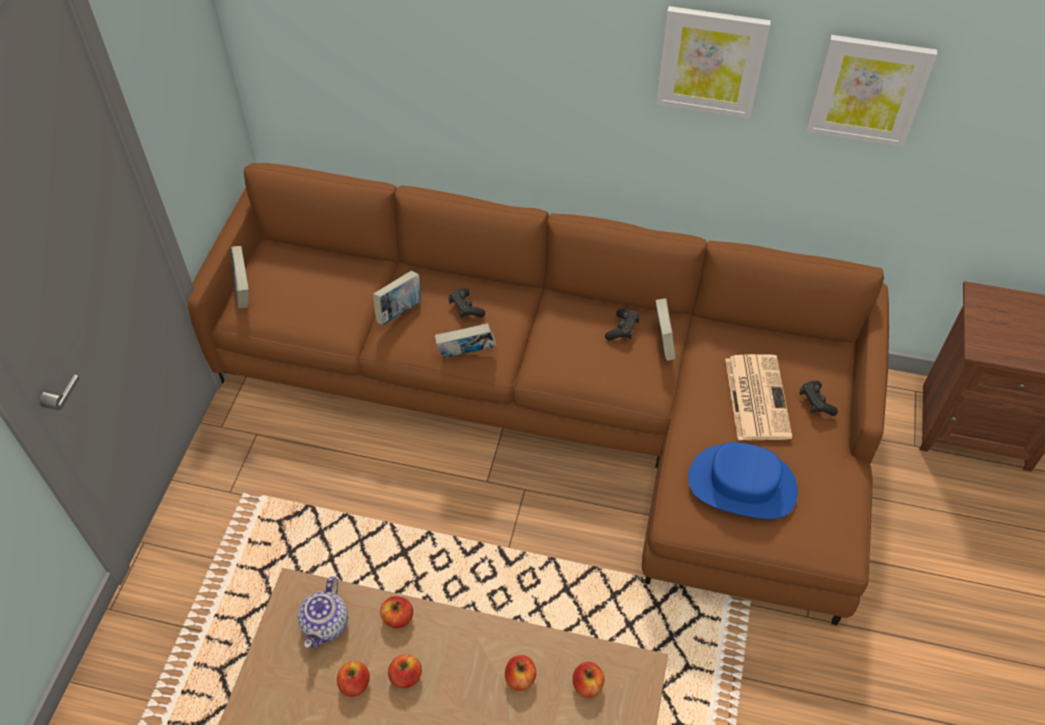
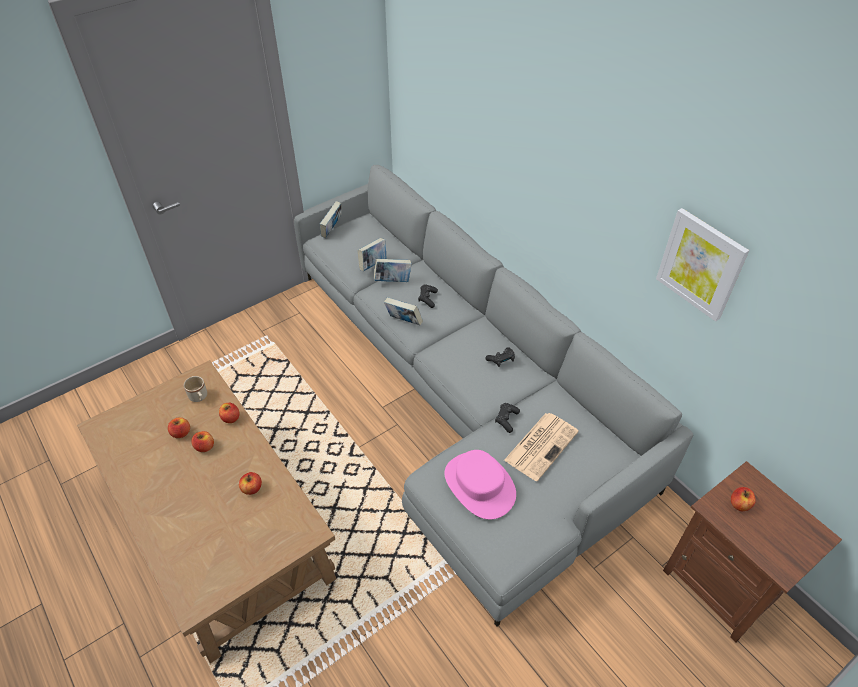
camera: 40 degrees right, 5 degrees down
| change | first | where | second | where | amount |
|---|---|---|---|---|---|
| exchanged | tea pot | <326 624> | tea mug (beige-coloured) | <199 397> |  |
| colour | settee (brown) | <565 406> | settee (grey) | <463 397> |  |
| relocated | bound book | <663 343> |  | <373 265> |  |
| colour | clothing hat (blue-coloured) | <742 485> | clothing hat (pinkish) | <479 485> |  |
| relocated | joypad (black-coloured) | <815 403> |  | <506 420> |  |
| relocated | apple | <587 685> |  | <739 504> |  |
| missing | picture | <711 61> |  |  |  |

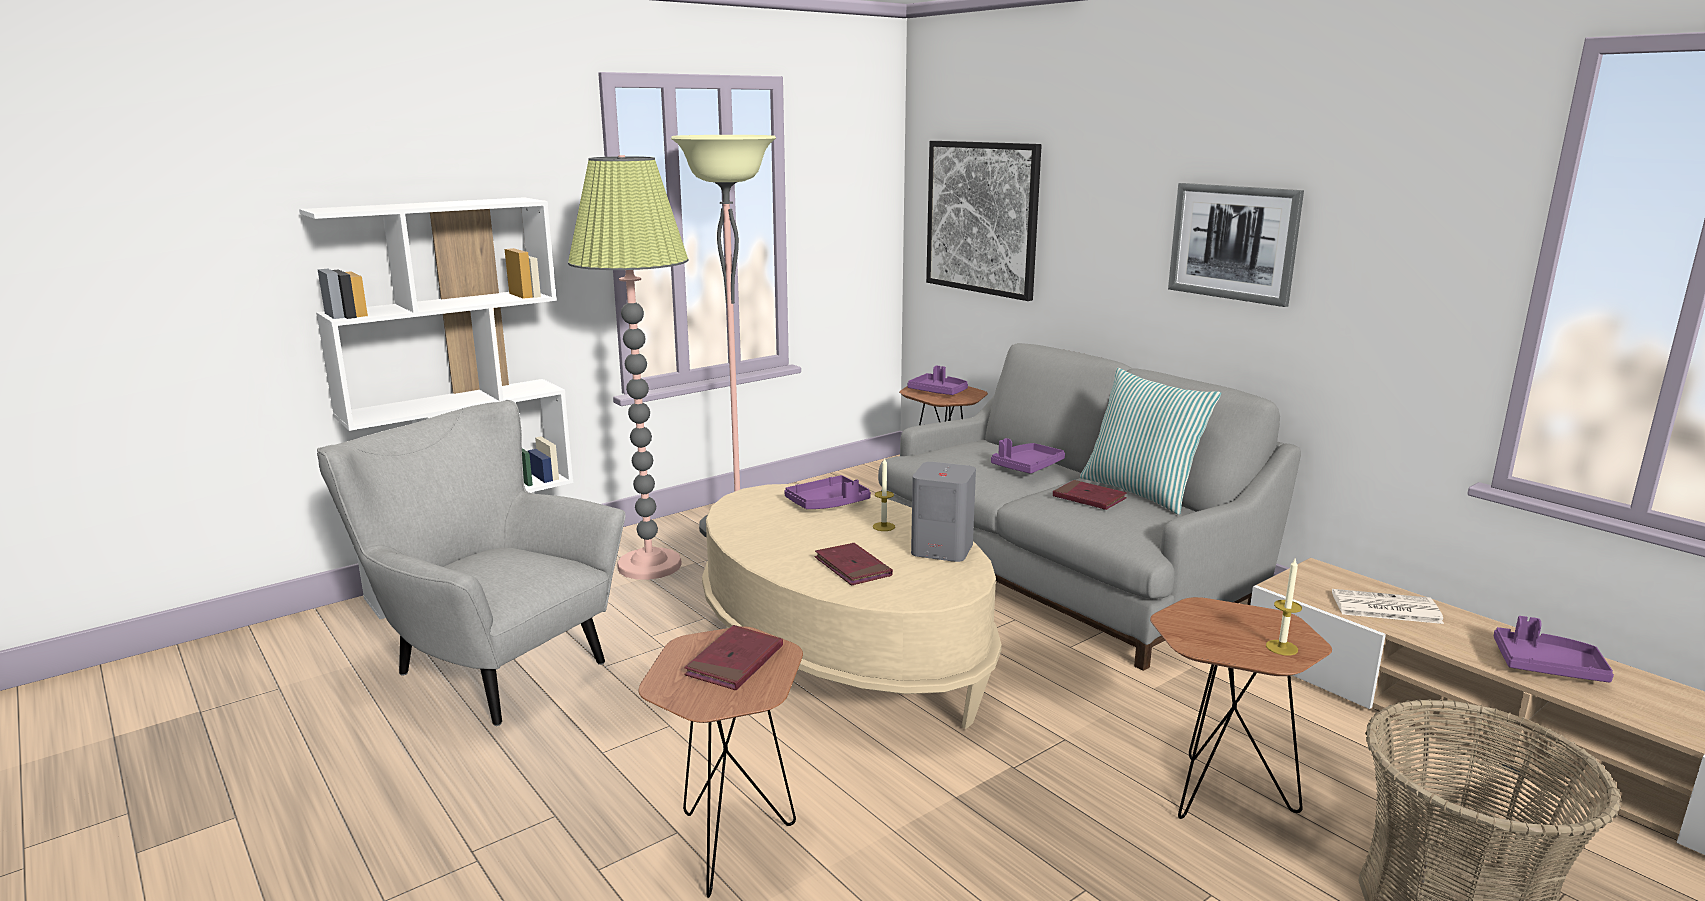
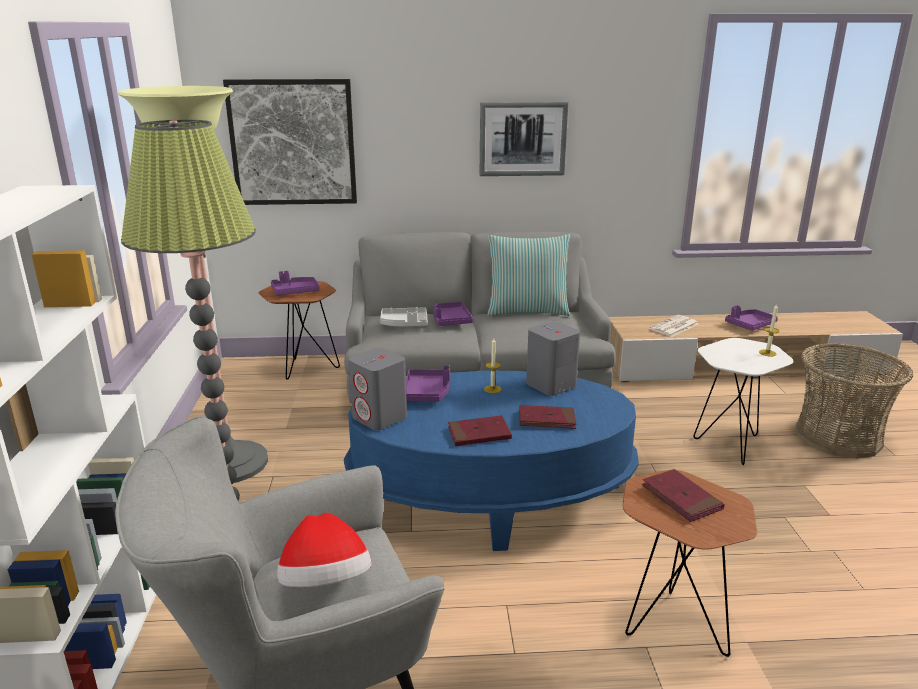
camera: 55 degrees left, 5 degrees up
| change | first | where | second | where | amount |
|---|---|---|---|---|---|
| appeared |  |  | clothing hat | <326 585> |  |
| colour | coffee table (beige-coloured) | <842 658> | coffee table (blue-coloured) | <491 497> |  |
| appeared |  |  | audio speaker (grey) | <380 418> |  |
| appeared |  |  | serving tray (grey) | <404 324> |  |
| relocated | bound book (red) | <1089 498> |  | <479 434> |  |
| colour | end table (brown) | <1216 794> | end table (white) | <729 446> |  |

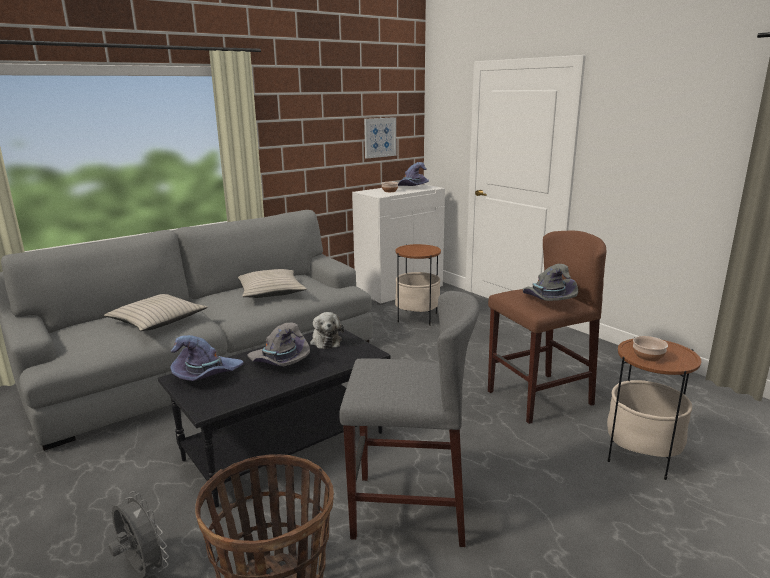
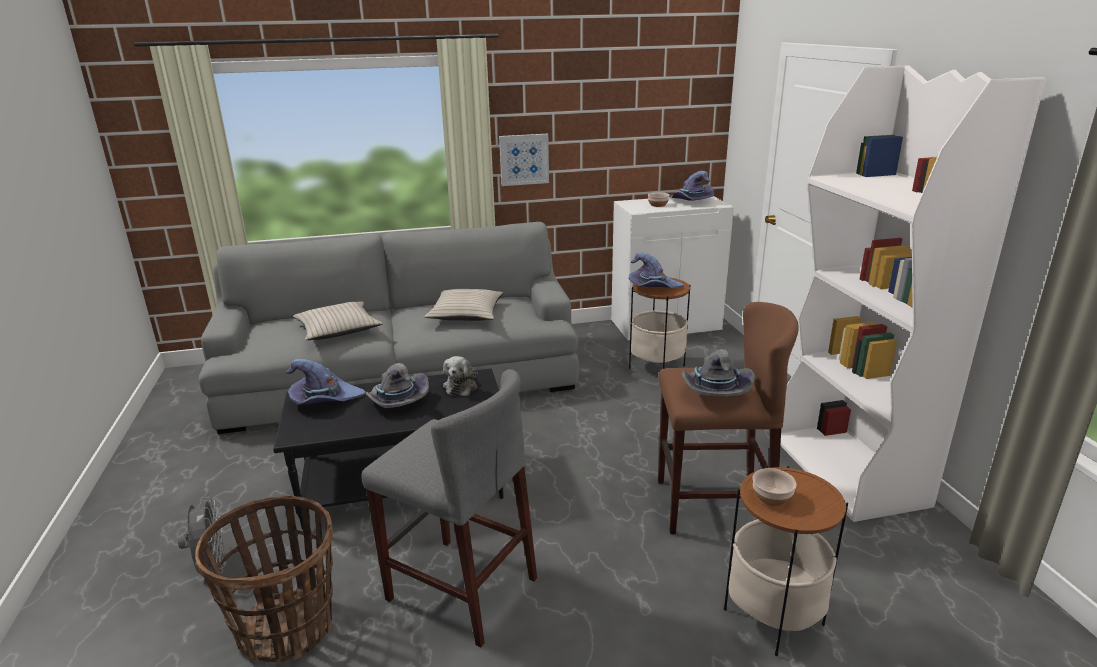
camera: 25 degrees right, 5 degrees up
| change | first | where | second | where | amount |
|---|---|---|---|---|---|
| relocated | picture | <379 137> |  | <524 159> |  |
| appeared |  |  | clothing hat (purple) | <653 287> |  |
| appeared |  |  | bookshelf (white) | <848 471> |  |

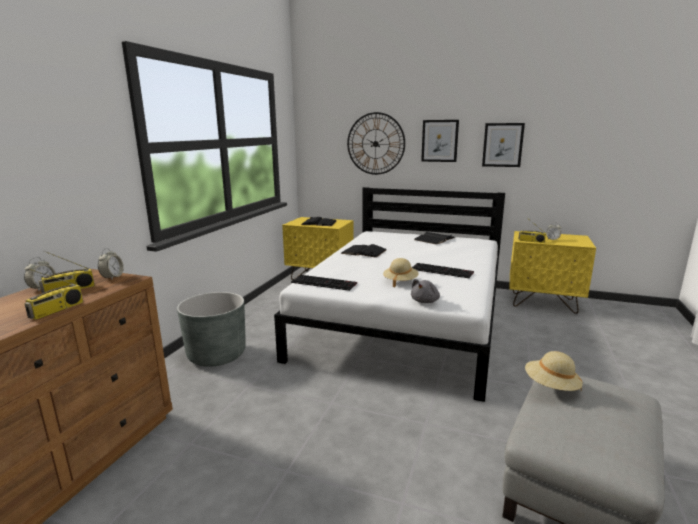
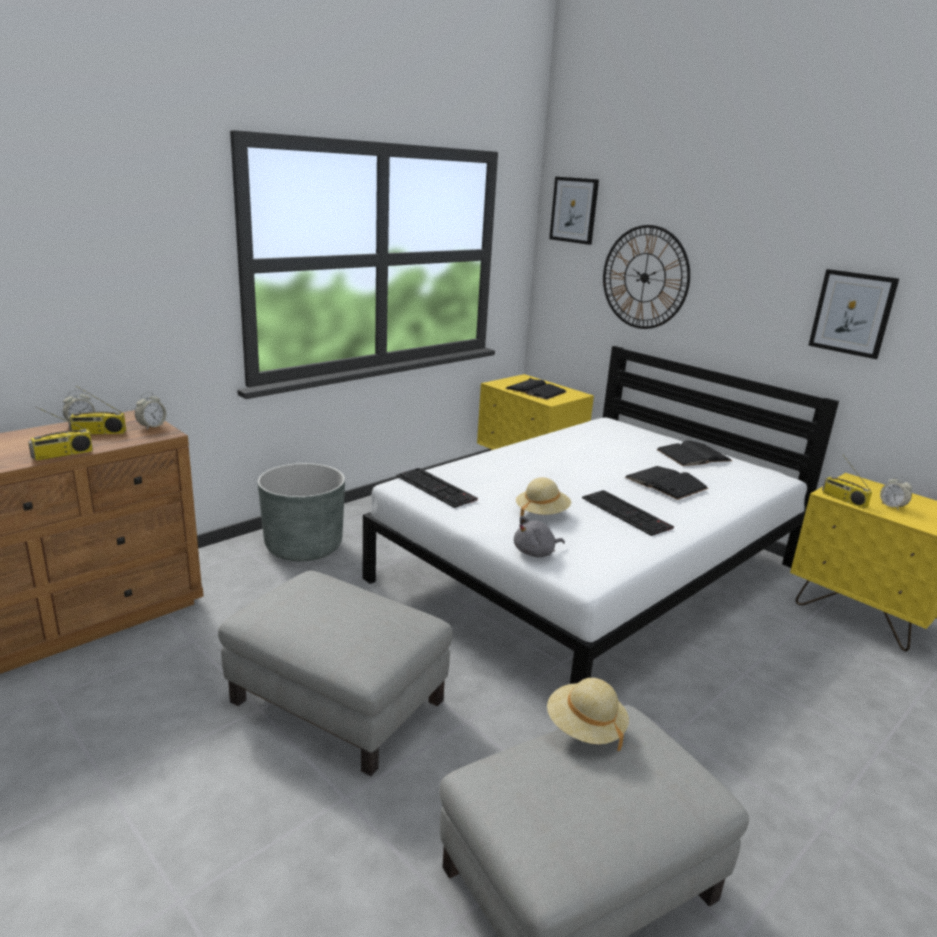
camera: 25 degrees right, 5 degrees up
| change | first | where | second | where | amount |
|---|---|---|---|---|---|
| appeared |  |  | footrest (grey) | <337 701> |  |
| relocated | picture | <439 141> |  | <574 210> |  |
| relocated | bound book (black-coloured) | <364 251> |  | <665 483> |  |

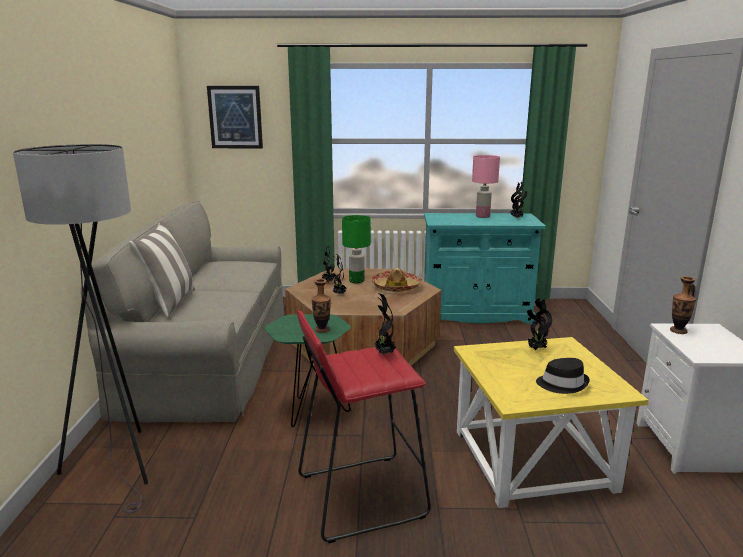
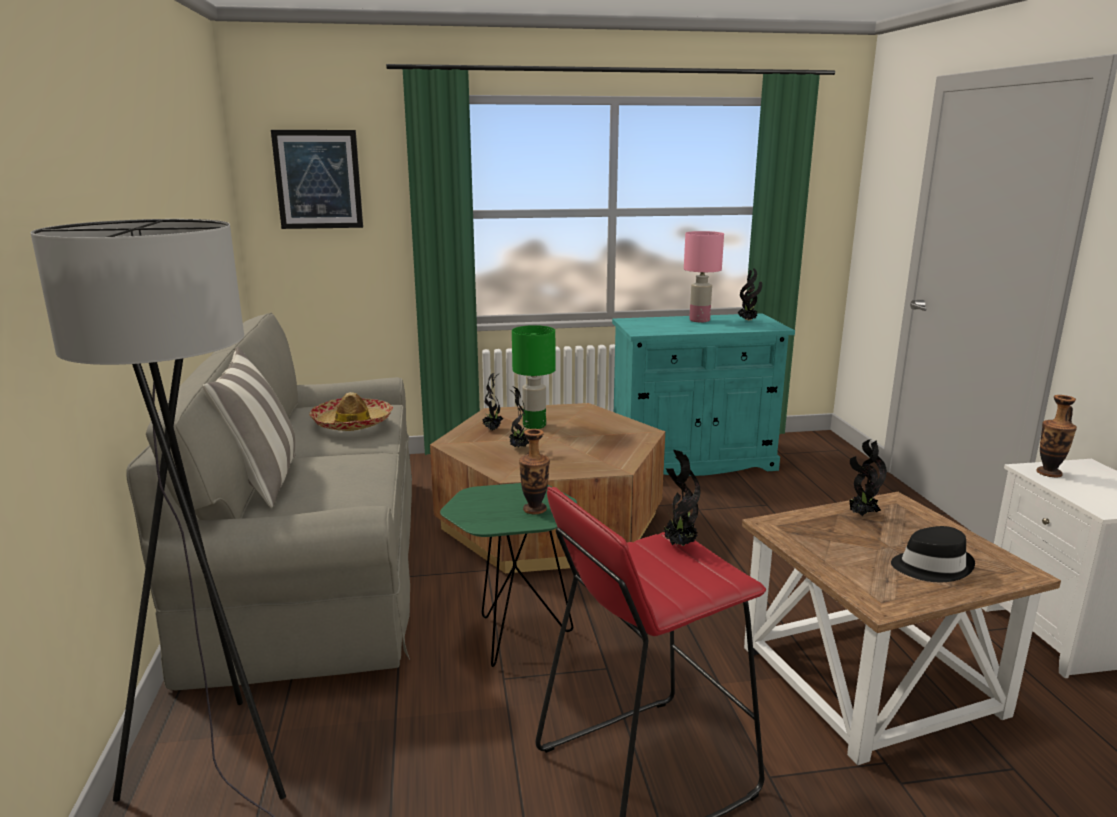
camera: 10 degrees left, 0 degrees up
| change | first | where | second | where | amount |
|---|---|---|---|---|---|
| relocated | clothing hat | <396 287> |  | <352 423> |  |
| colour | end table (yellow-coloured) | <535 461> | end table (brown) | <873 681> |  |

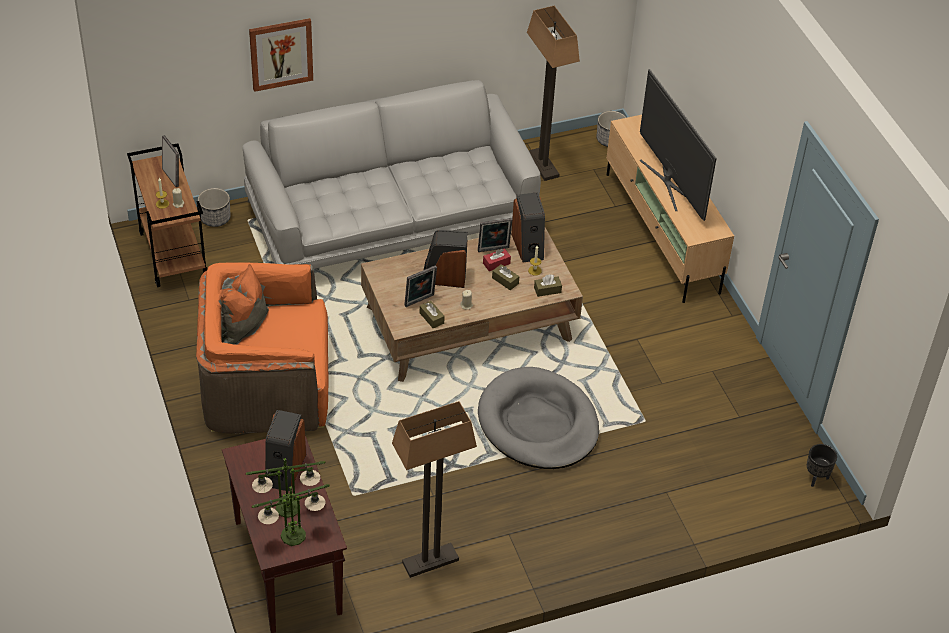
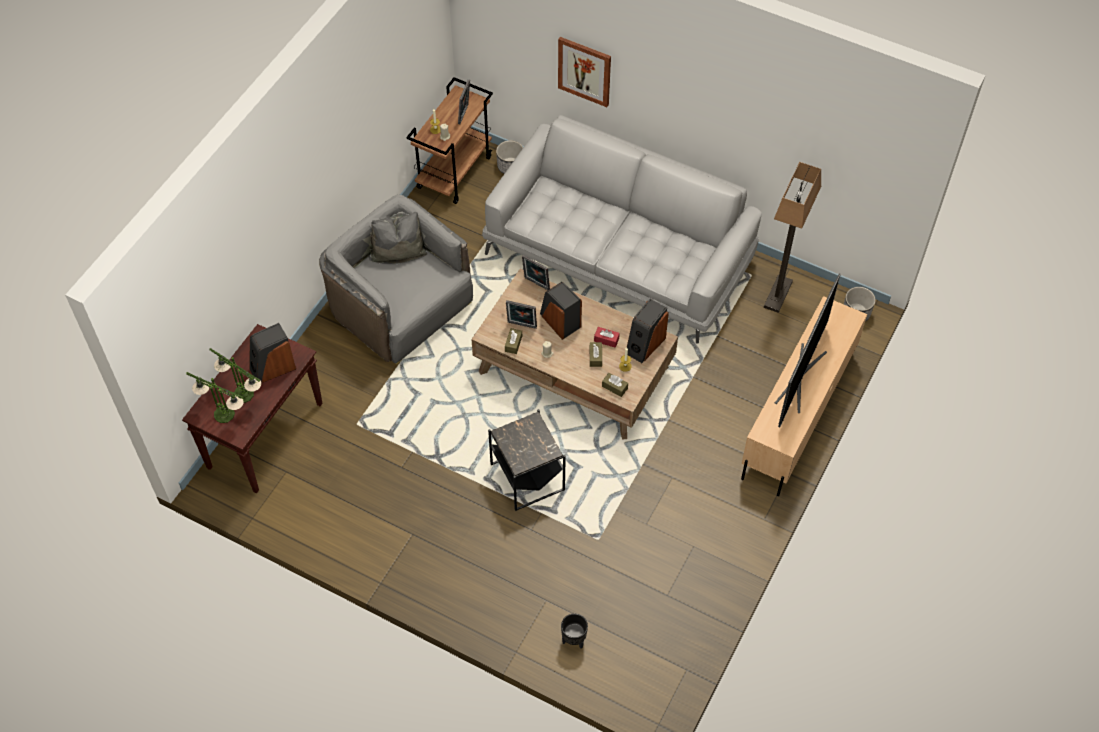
camera: 50 degrees right, 10 degrees up
| change | first | where | second | where | amount |
|---|---|---|---|---|---|
| colour | easy chair (orangey) | <266 382> | easy chair (grey) | <401 305> |  |
| exchanged | pet bed (grey) | <538 423> | end table (black-coloured) | <527 478> |  |
| relocated | picture frame | <493 250> |  | <536 284> |  |
| relocated | plant pot (black-coloured) | <816 478> |  | <573 640> |  |
| missing | floor lamp | <430 562> |  |  |  |

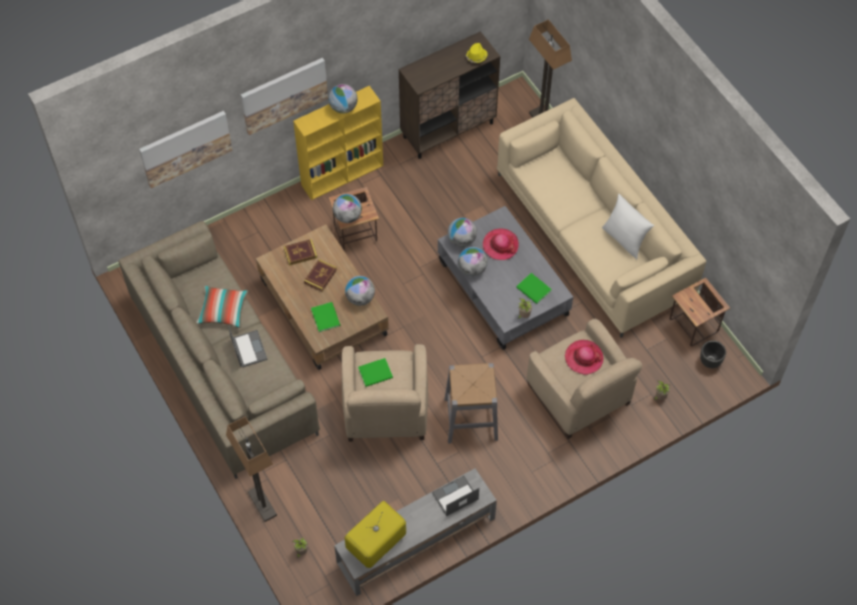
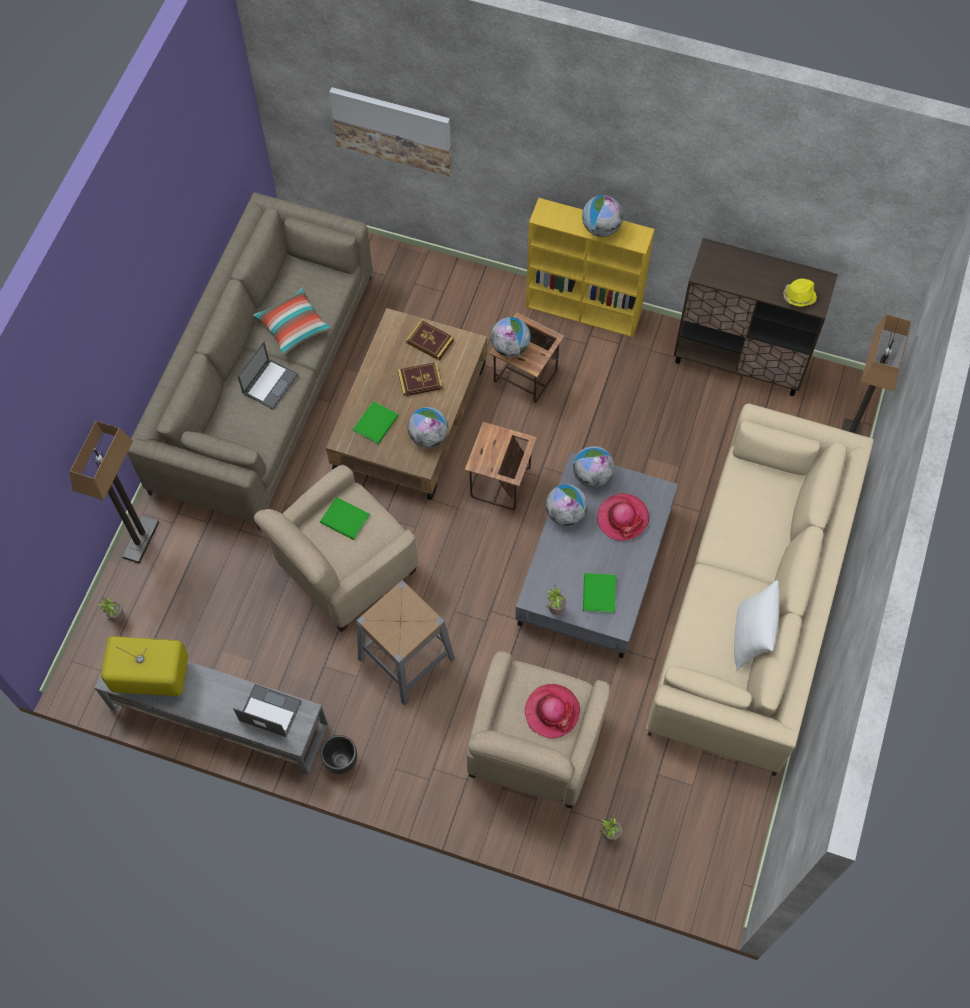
camera: 50 degrees right, 5 degrees up
| change | first | where | second | where | amount |
|---|---|---|---|---|---|
| relocated | plant pot (black-coloured) | <709 361> |  | <341 761> |  |
| relocated | end table | <694 326> |  | <500 484> |  |
| missing | picture | <284 95> |  |  |  |

